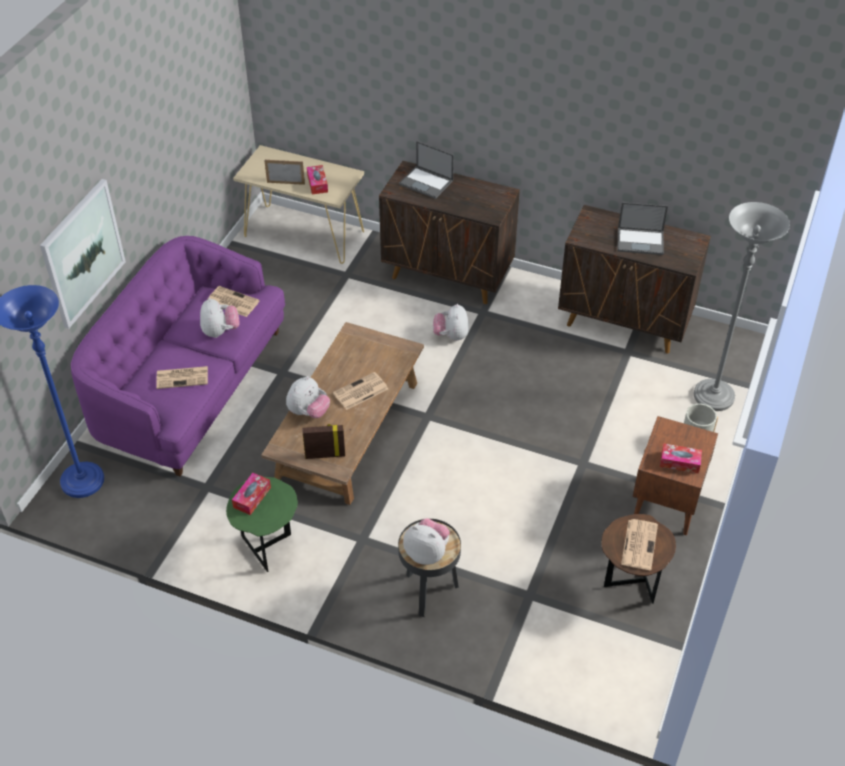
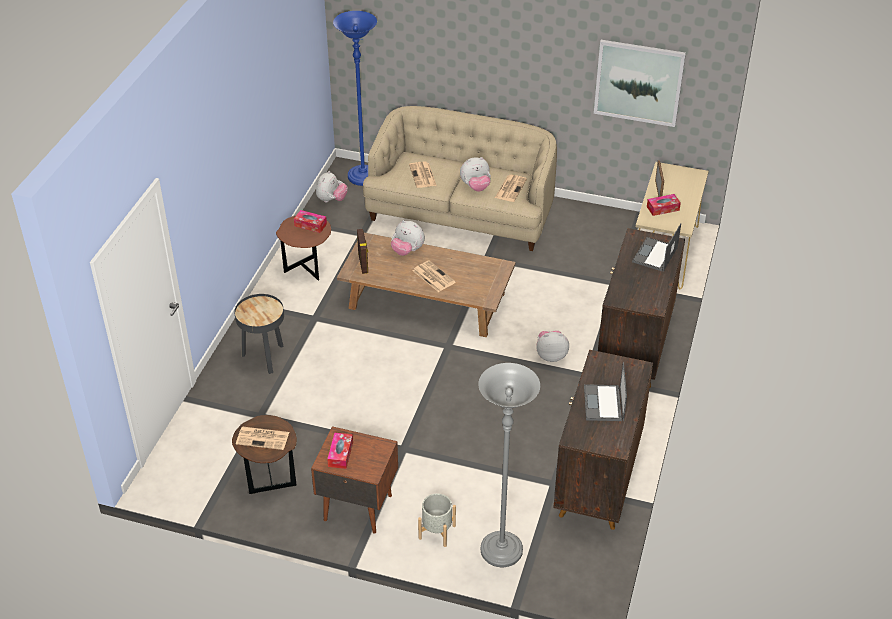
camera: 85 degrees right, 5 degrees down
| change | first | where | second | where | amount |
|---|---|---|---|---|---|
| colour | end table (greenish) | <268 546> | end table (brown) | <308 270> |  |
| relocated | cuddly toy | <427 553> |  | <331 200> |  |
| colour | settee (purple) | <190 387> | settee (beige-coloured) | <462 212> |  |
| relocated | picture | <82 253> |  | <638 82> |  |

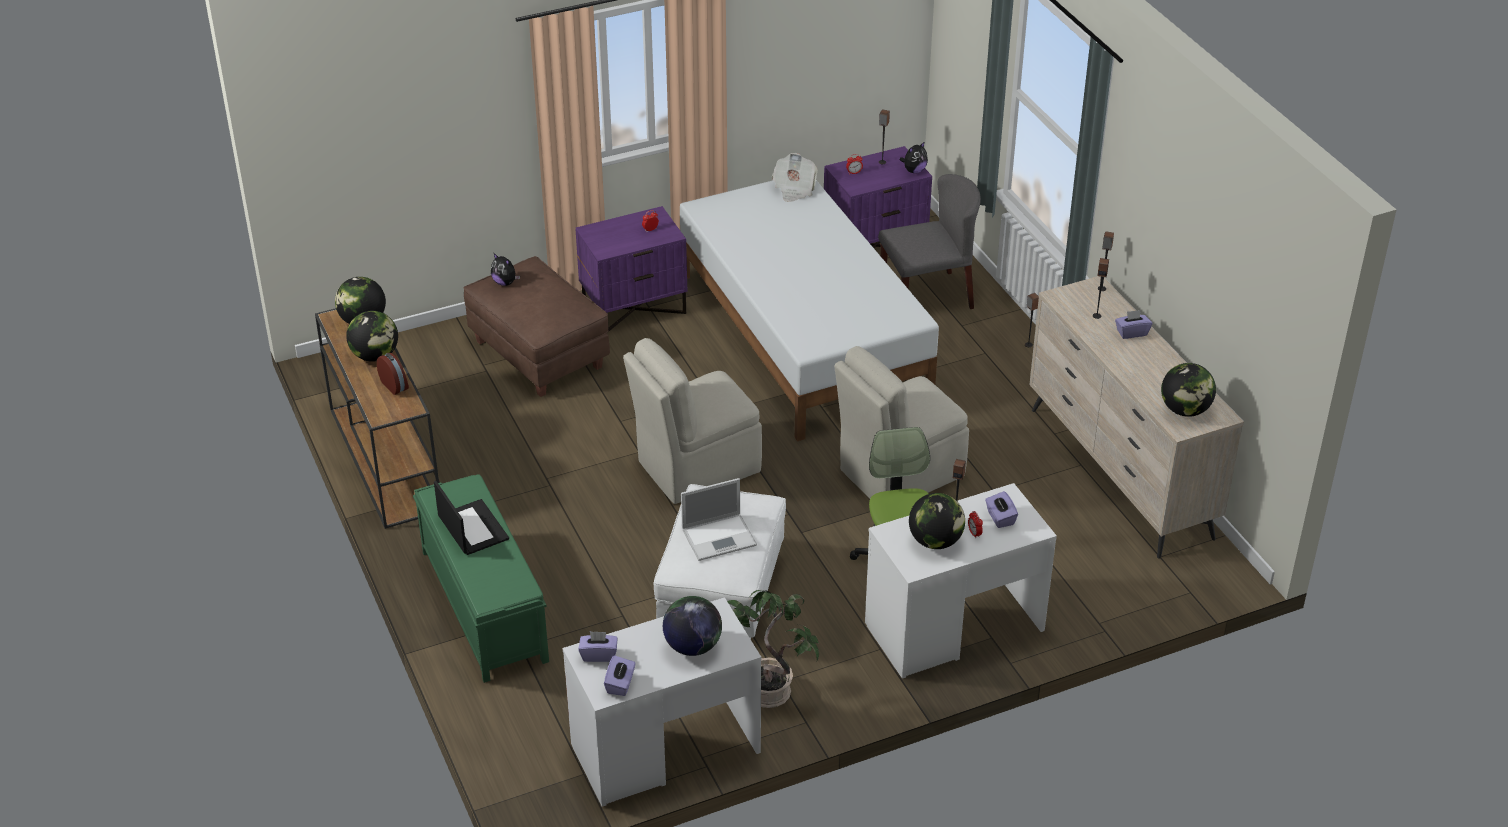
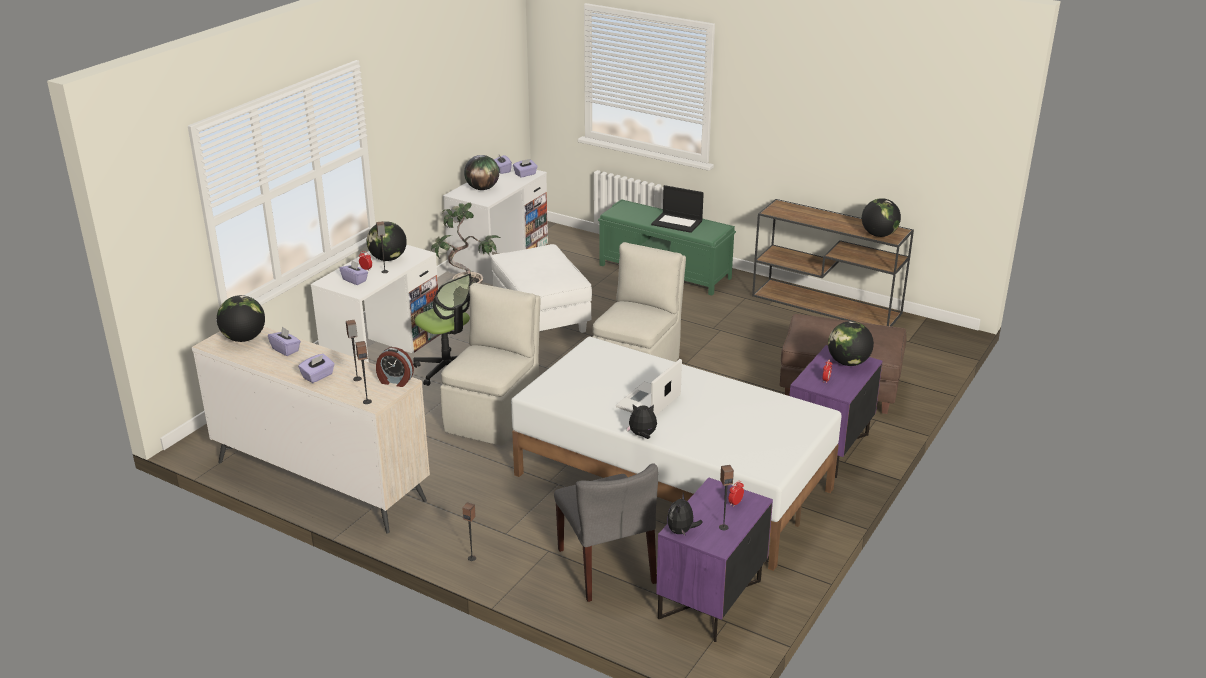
camera: 145 degrees right, 10 degrees down
| change | first | where | second | where | amount |
|---|---|---|---|---|---|
| appeared |  |  | box of tissues (purple) | <286 350> |  |
| relocated | bedside clock | <395 385> |  | <395 381> |  |
| spun | chair (grey) | <927 296> |  | <607 566> | 60 degrees counterclockwise |
| relocated | portable computer | <720 537> |  | <648 402> |  |
| relocated | cuddly toy | <505 283> |  | <642 435> |  |
| relocated | world globe | <375 356> |  | <848 362> |  |
| missing | printed paper | <794 189> |  |  |  |

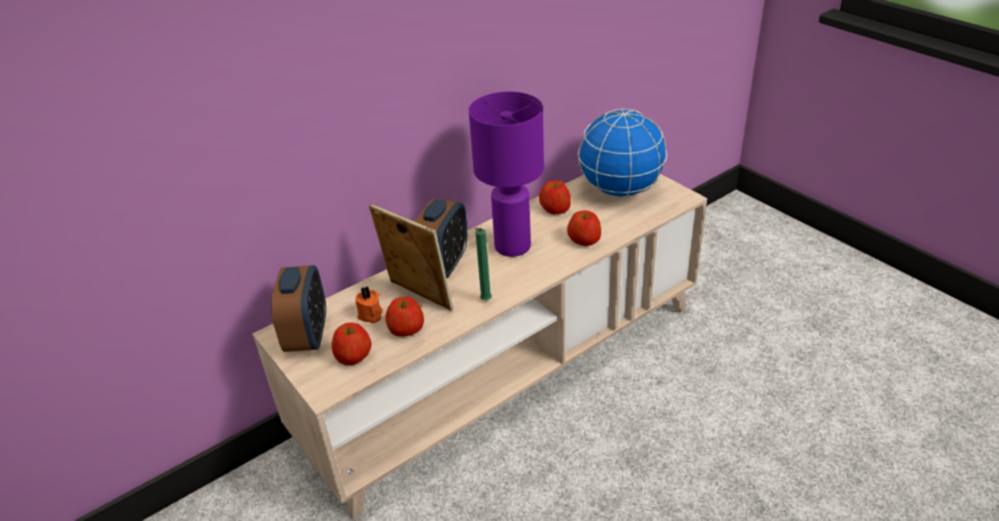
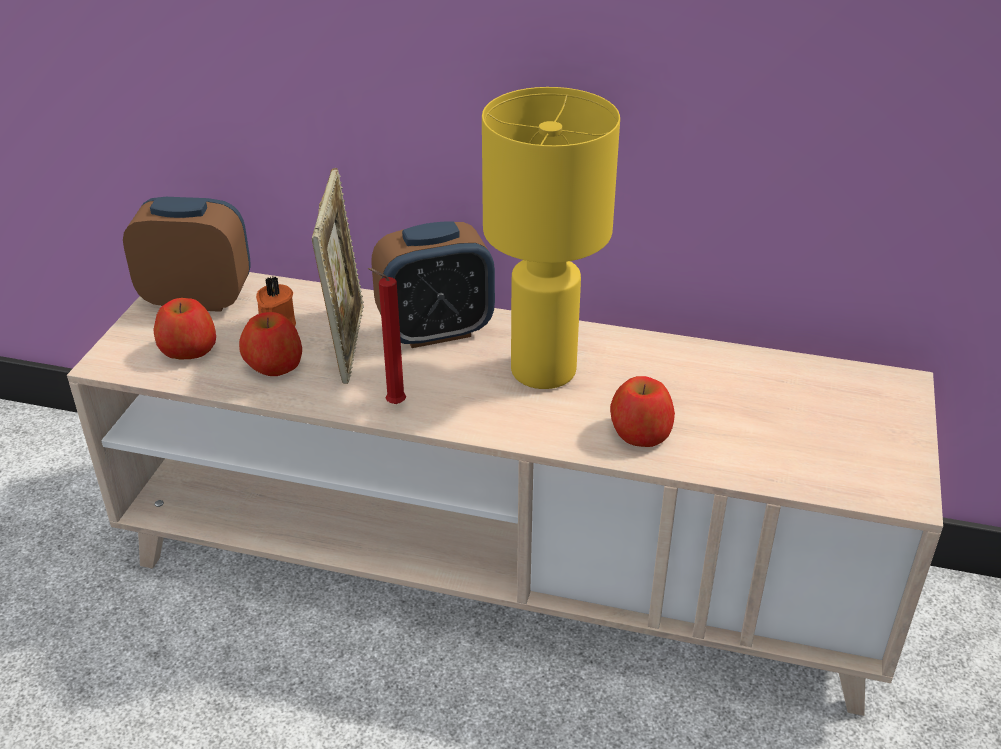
camera: 50 degrees right, 0 degrees up
| change | first | where | second | where | amount |
|---|---|---|---|---|---|
| spun | bedside clock | <308 336> |  | <198 299> | 135 degrees counterclockwise |
| colour | wax light (greenish) | <485 301> | wax light (red) | <392 404> |  |
| colour | table lamp (purple) | <512 247> | table lamp (yellow-coloured) | <541 371> |  |
| missing | apple | <555 209> |  |  |  |
| missing | world globe | <619 190> |  |  |  |

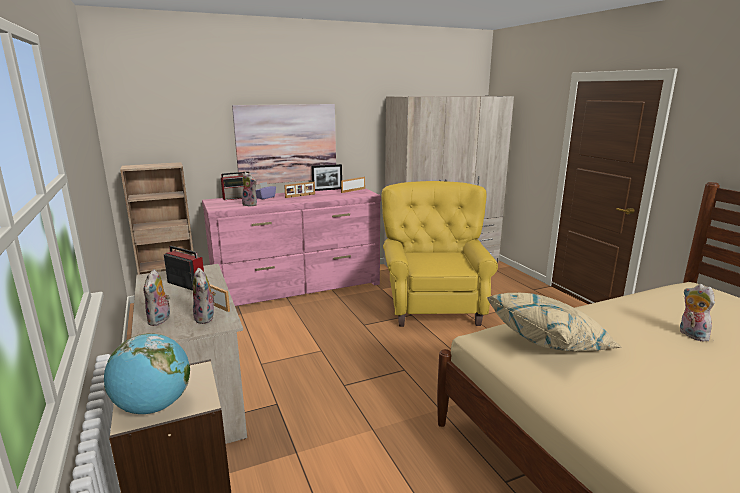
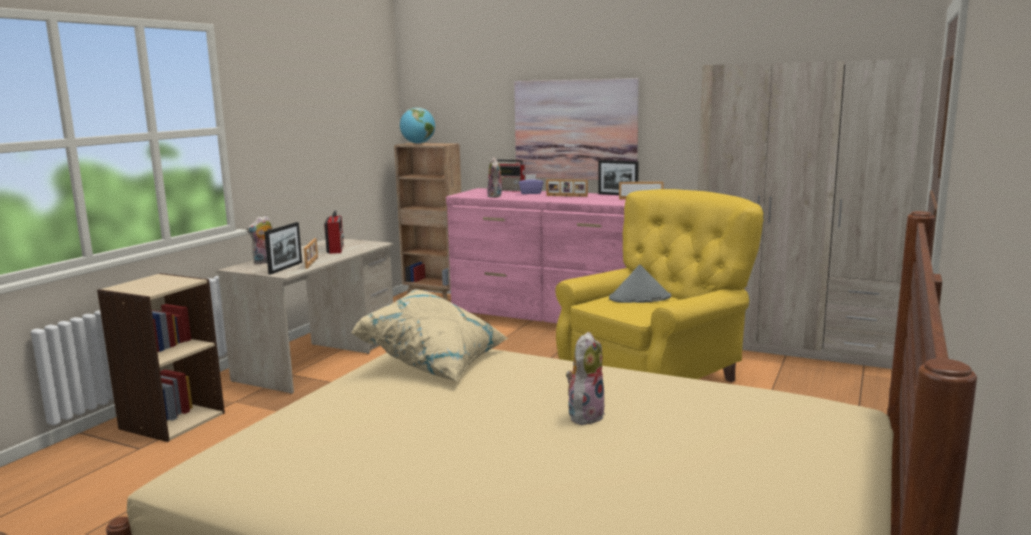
camera: 50 degrees right, 5 degrees down
| change | first | where | second | where | amount |
|---|---|---|---|---|---|
| exchanged | cuddly toy | <206 318> | picture frame | <285 268> |  |
| relocated | world globe | <154 406> |  | <418 143> |  |
| appeared |  |  | clothing hat (grey) | <639 298> |  |

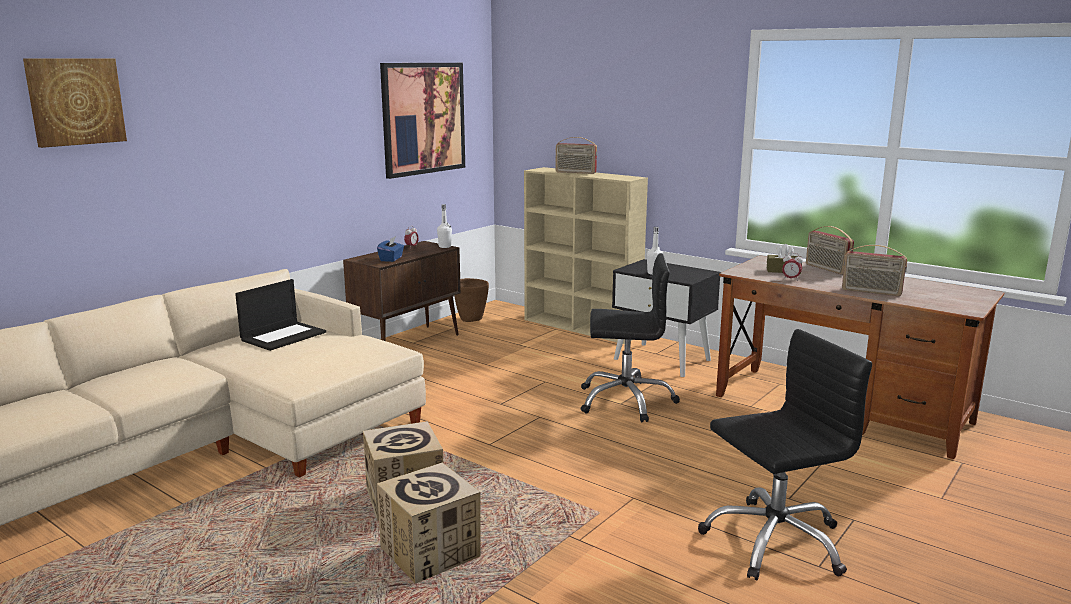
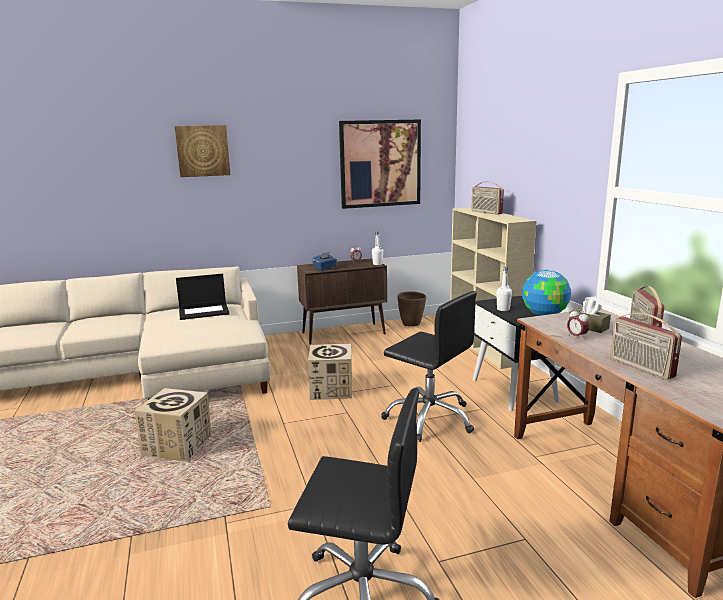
camera: 35 degrees right, 0 degrees up
| change | first | where | second | where | amount |
|---|---|---|---|---|---|
| relocated | picture | <75 101> |  | <203 151> |  |
| relocated | carton | <430 553> |  | <331 390> |  |
| appeared |  |  | world globe | <544 314> |  |

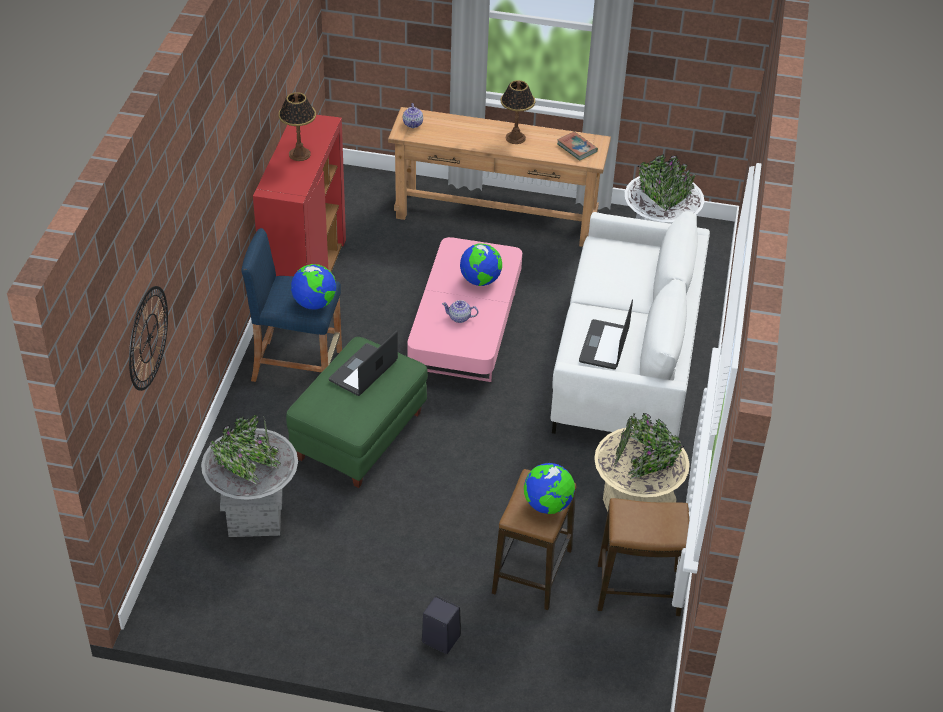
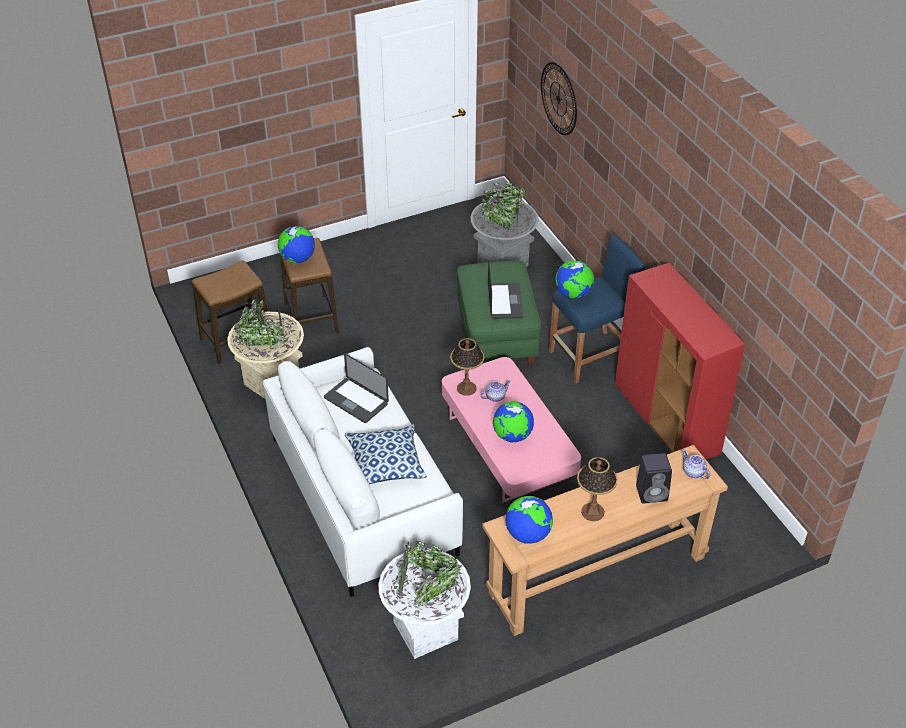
camera: 145 degrees right, 0 degrees up
| change | first | where | second | where | amount |
|---|---|---|---|---|---|
| spun | portable computer | <604 345> |  | <356 401> | 150 degrees clockwise |
| appeared |  |  | throw pillow | <385 464> |  |
| relocated | table lamp | <299 154> |  | <466 388> |  |
| exchanged | bound book | <577 148> | world globe | <528 534> |  |
| relocated | audio speaker (black-coloured) | <439 639> |  | <652 493> |  |

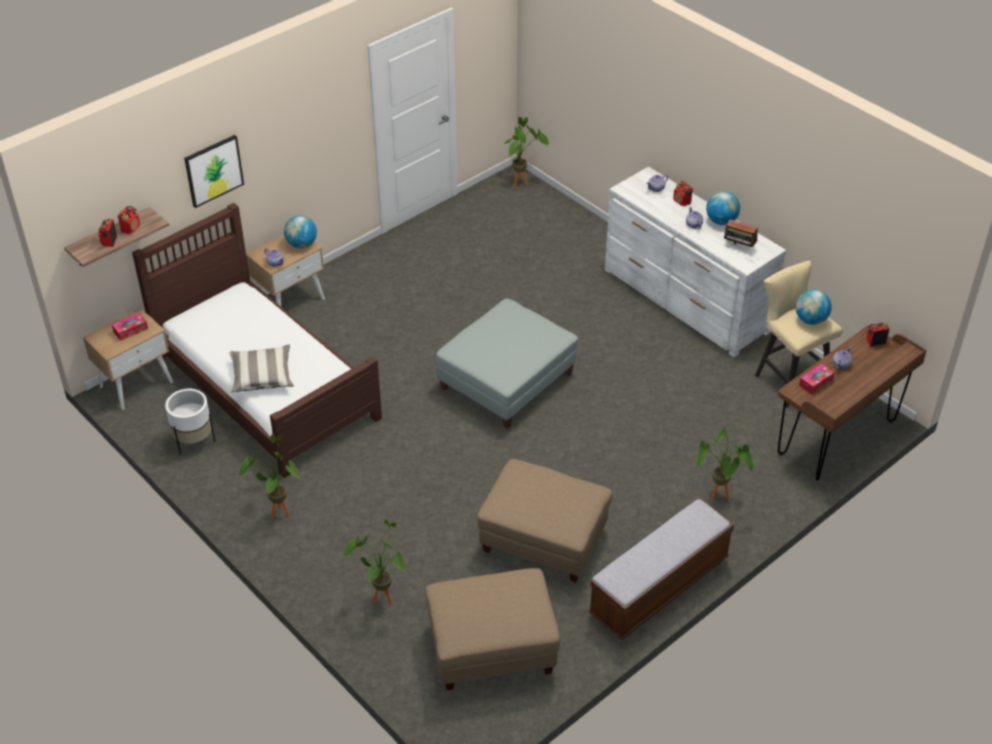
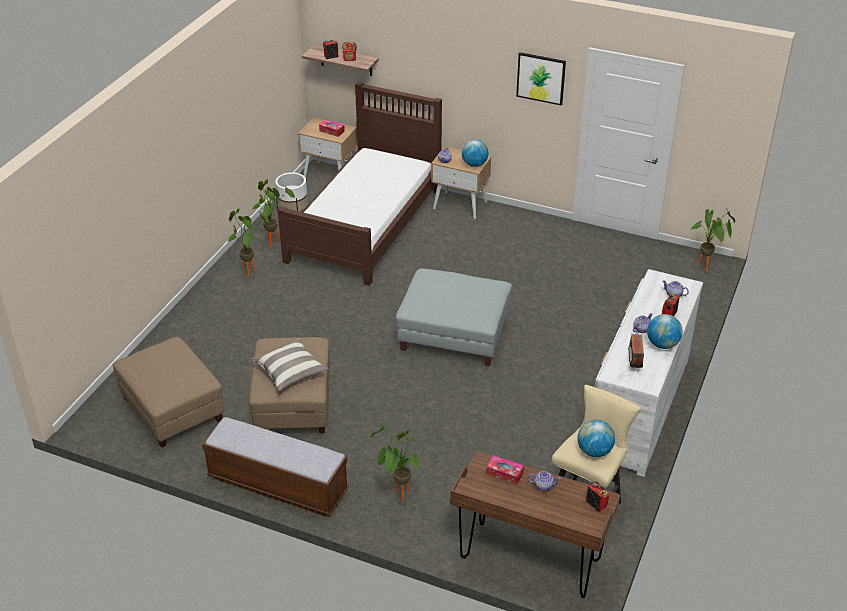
camera: 65 degrees right, 5 degrees down
| change | first | where | second | where | amount |
|---|---|---|---|---|---|
| relocated | houseplant | <380 597> |  | <274 240> |  |
| relocated | throw pillow | <262 377> |  | <290 372> |  |
| relocated | picture | <213 170> |  | <541 78> |  |

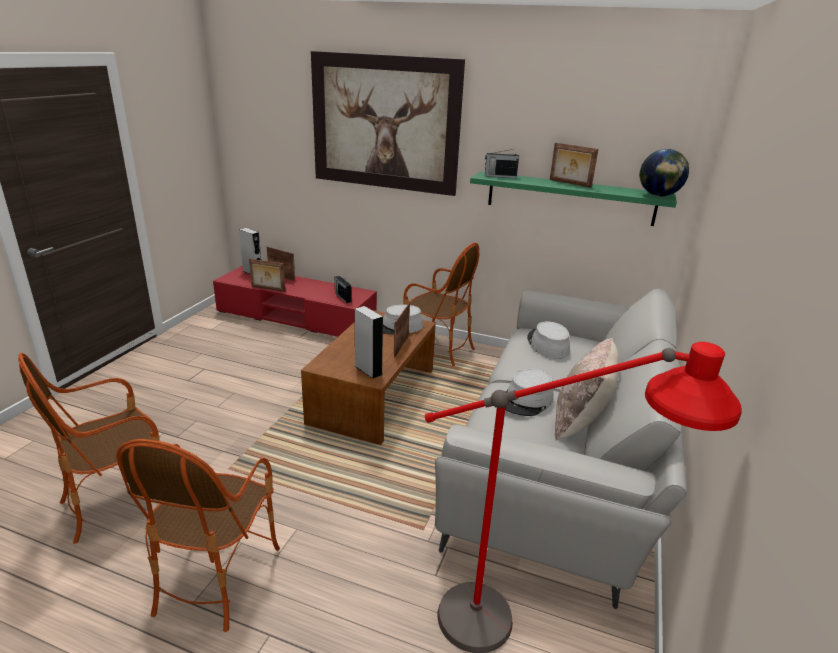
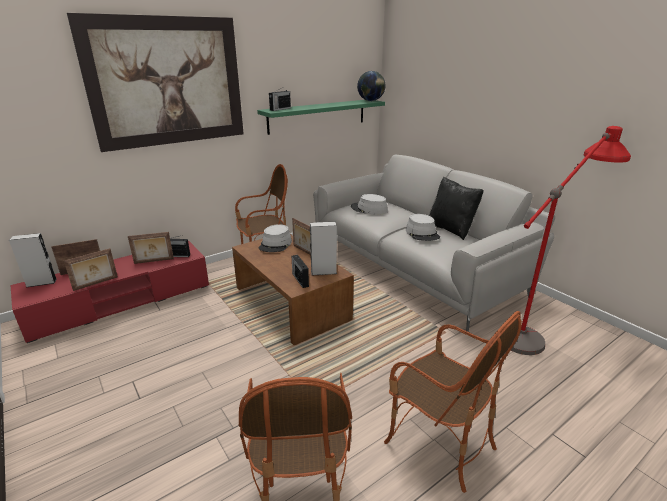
camera: 55 degrees left, 0 degrees up
| change | first | where | second | where | amount |
|---|---|---|---|---|---|
| relocated | picture frame | <569 183> |  | <154 261> |  |
| appeared |  |  | radio receiver | <300 279> |  |
| colour | throw pillow (beige-coloured) | <580 421> | throw pillow (black-coloured) | <451 229> |  |

